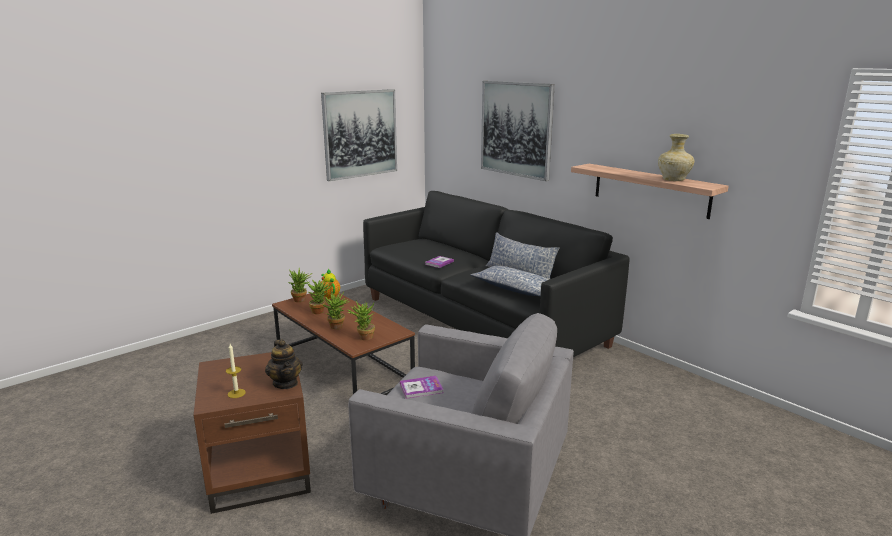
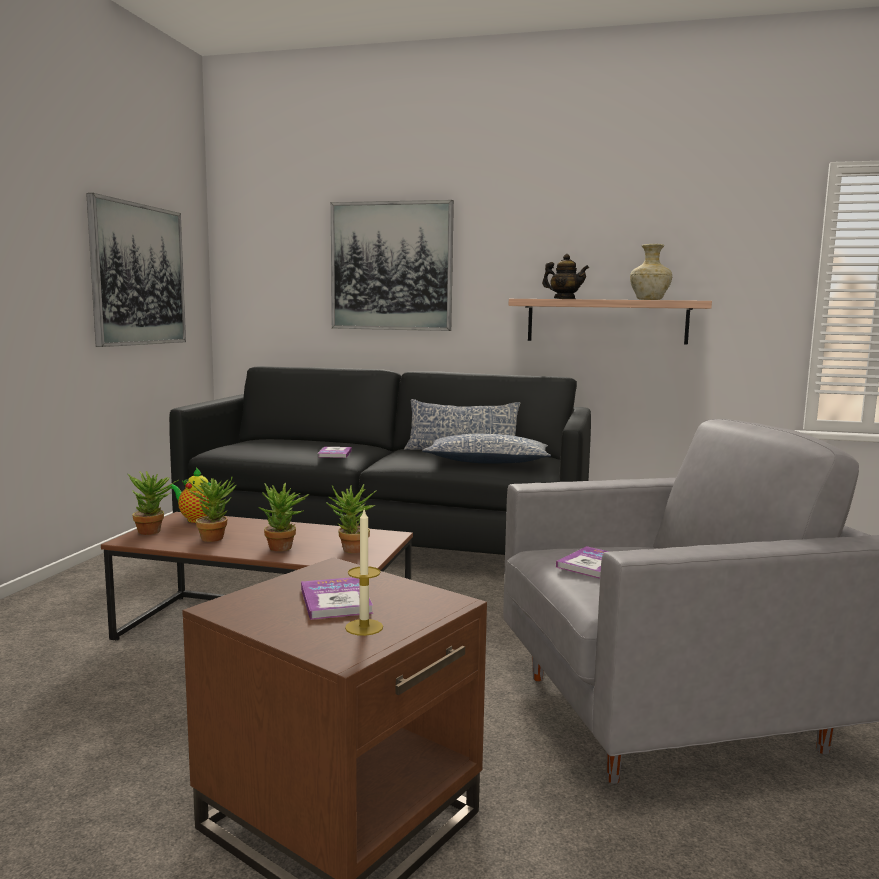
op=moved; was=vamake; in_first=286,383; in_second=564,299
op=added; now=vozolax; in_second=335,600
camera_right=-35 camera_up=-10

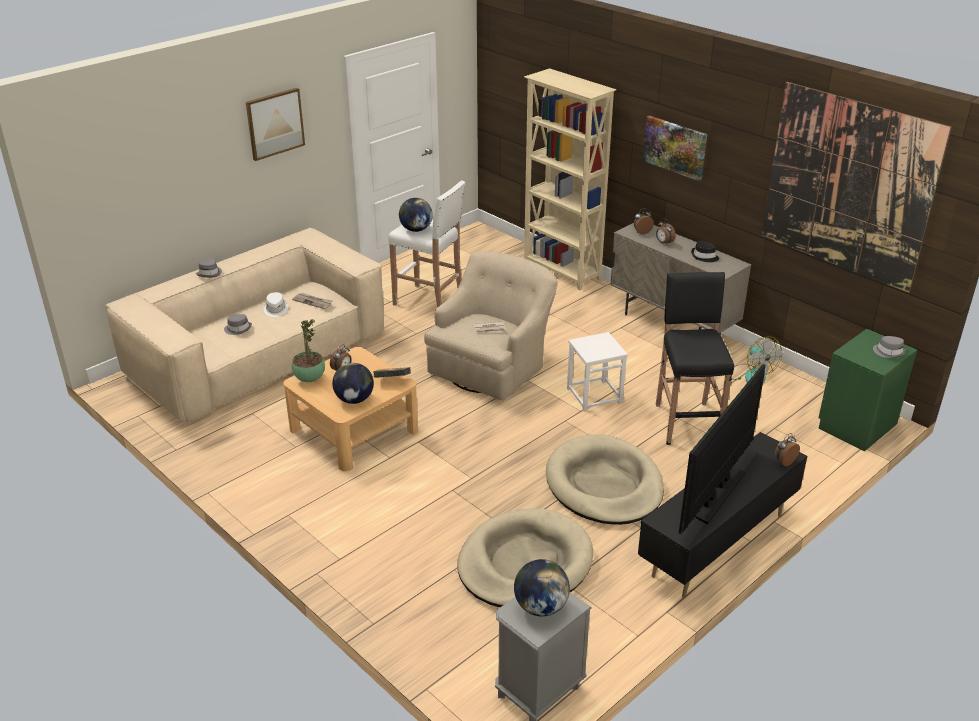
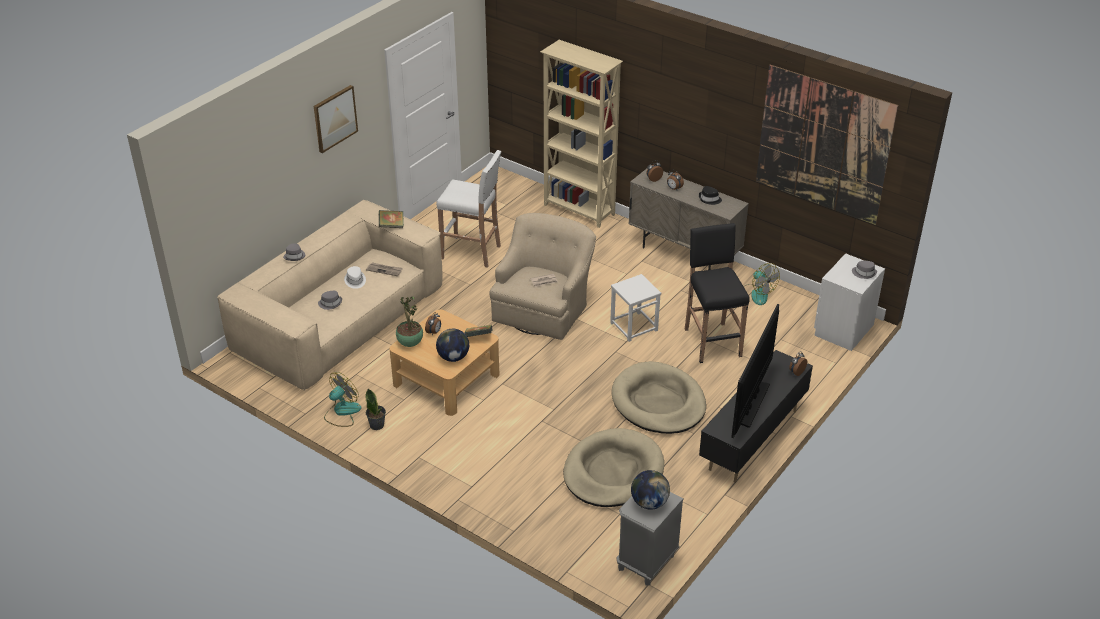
op=removed; was=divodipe; in_first=675,147
op=removed; was=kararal; in_first=416,229
op=recoloured; was=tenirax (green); now=tenirax (white); in_first=856,425; in_second=842,329
op=added; now=vozolax; in_second=391,226
op=added; now=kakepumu; in_second=342,412
op=added; now=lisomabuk; in_second=377,425
camera_right=-10 camera_up=5

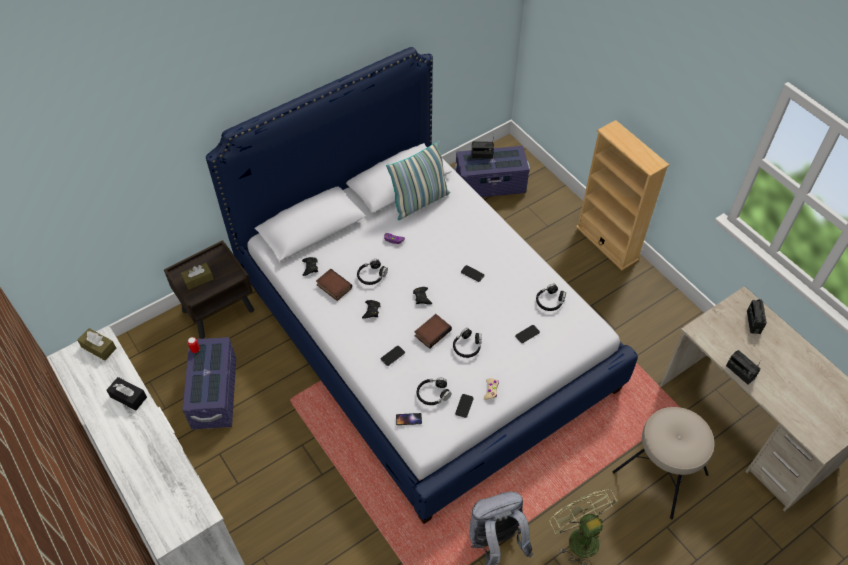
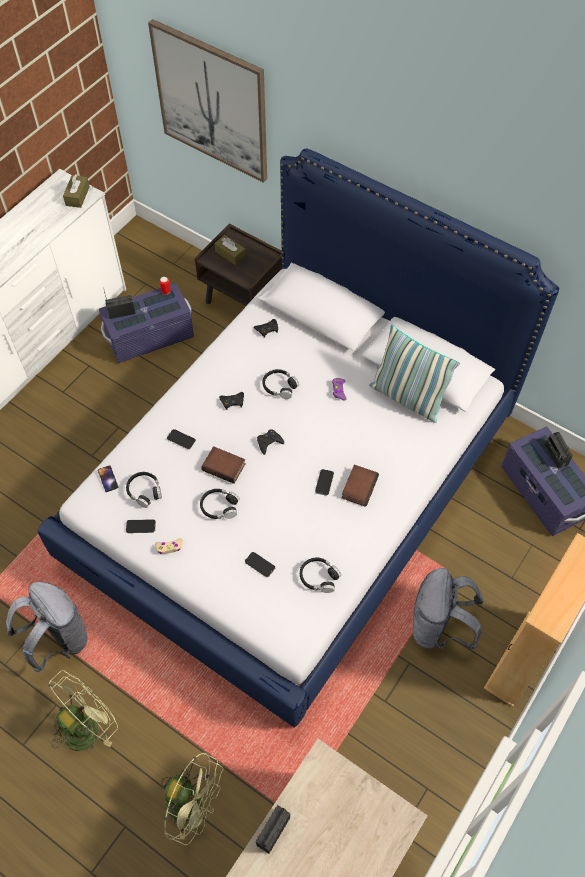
op=moved; was=vozolax; in_first=333,287; in_second=358,486
op=moved; was=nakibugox; in_first=753,322; in_second=121,312
op=removed; was=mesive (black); in_first=128,397
op=replaced; was=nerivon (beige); now=kakepumu (green); in_first=660,474; in_second=193,804
op=added; now=divodipe; in_second=212,102
op=added; now=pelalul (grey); in_second=439,627
camera_right=70 camera_up=5

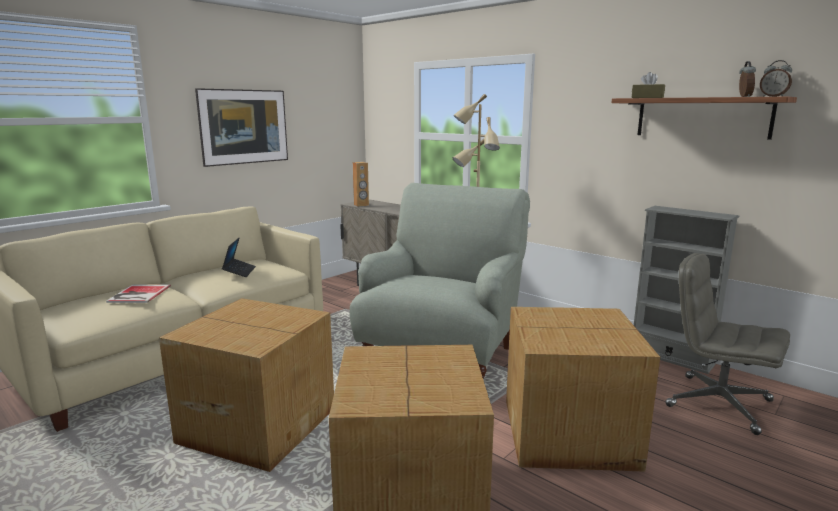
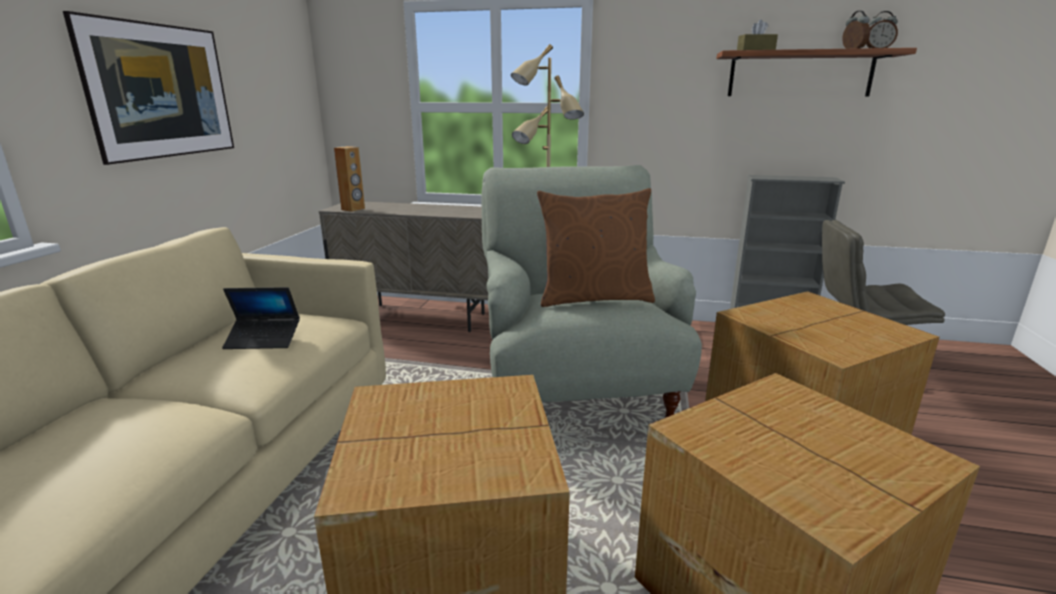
op=turned; was=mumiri; in_first=239,271; in_second=263,340; clockwise=120
op=removed; was=vozolax; in_first=137,294
op=added; now=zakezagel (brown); in_second=594,298
camera_right=-30 camera_up=5

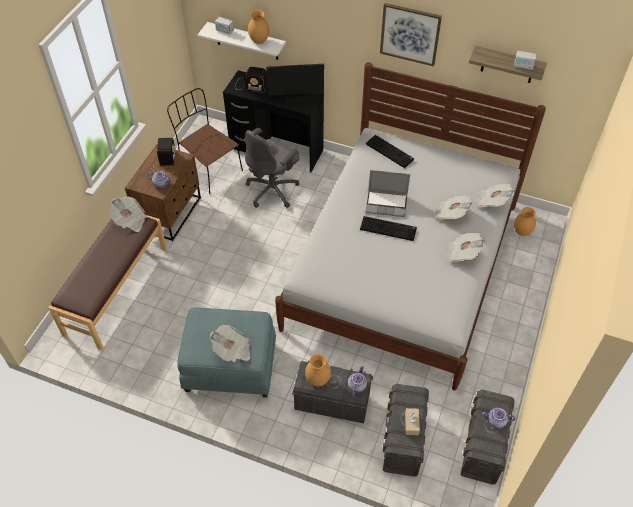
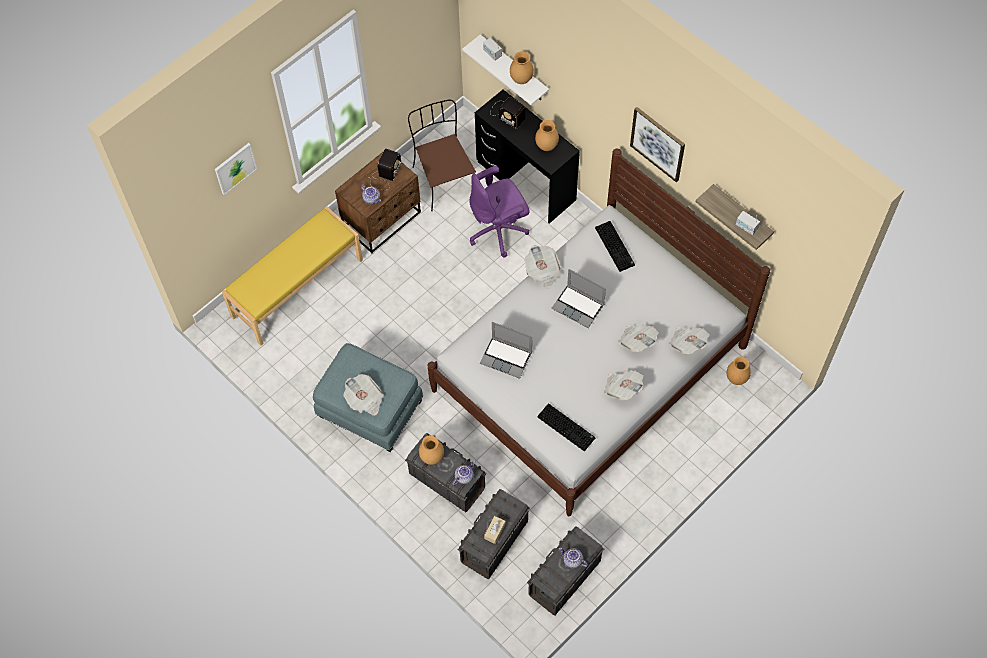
op=replaced; was=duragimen; now=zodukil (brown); in_first=296,97; in_second=547,146
op=recoloured; was=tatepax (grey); now=tatepax (purple); in_first=273,190; in_second=498,231
op=moved; was=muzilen; in_first=130,220; in_second=542,271
op=recoloured; was=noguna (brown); now=noguna (yellow); in_first=116,290; in_second=296,287
op=moved; was=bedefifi; in_first=389,228; in_second=567,427
op=added; now=divodipe; in_second=235,168
op=added; now=mumiri; in_second=507,357
camera_right=25 camera_up=10

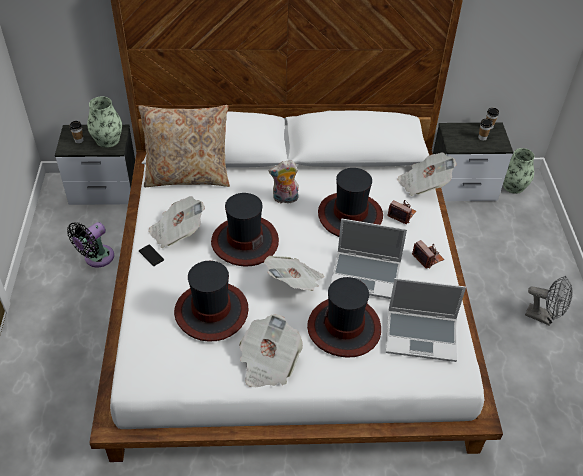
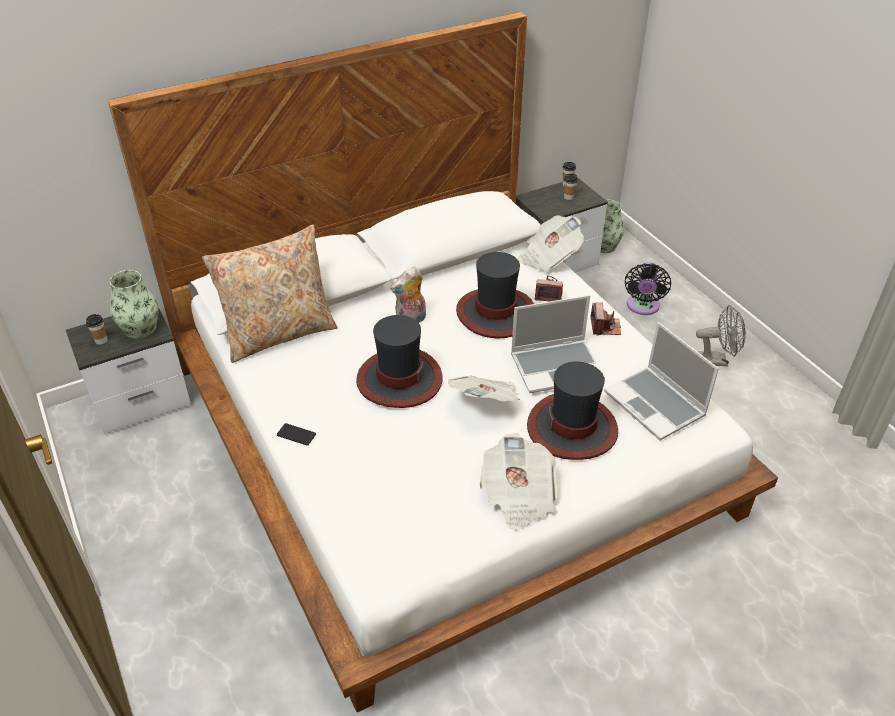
op=removed; was=muzilen; in_first=177,232
op=moved; was=kakepumu (black); in_first=96,258; in_second=642,307
op=turned; was=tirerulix; in_first=427,258; in_second=605,327; clockwise=60
op=removed; was=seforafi; in_first=211,312
op=turned; was=mumiri; in_first=422,335; in_second=656,404; clockwise=75
camera_right=-25 camera_up=-5

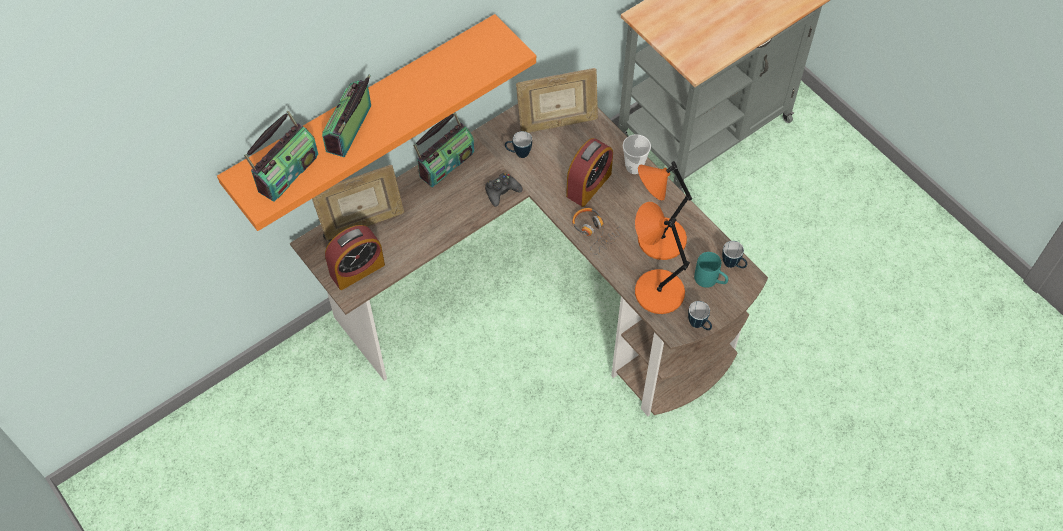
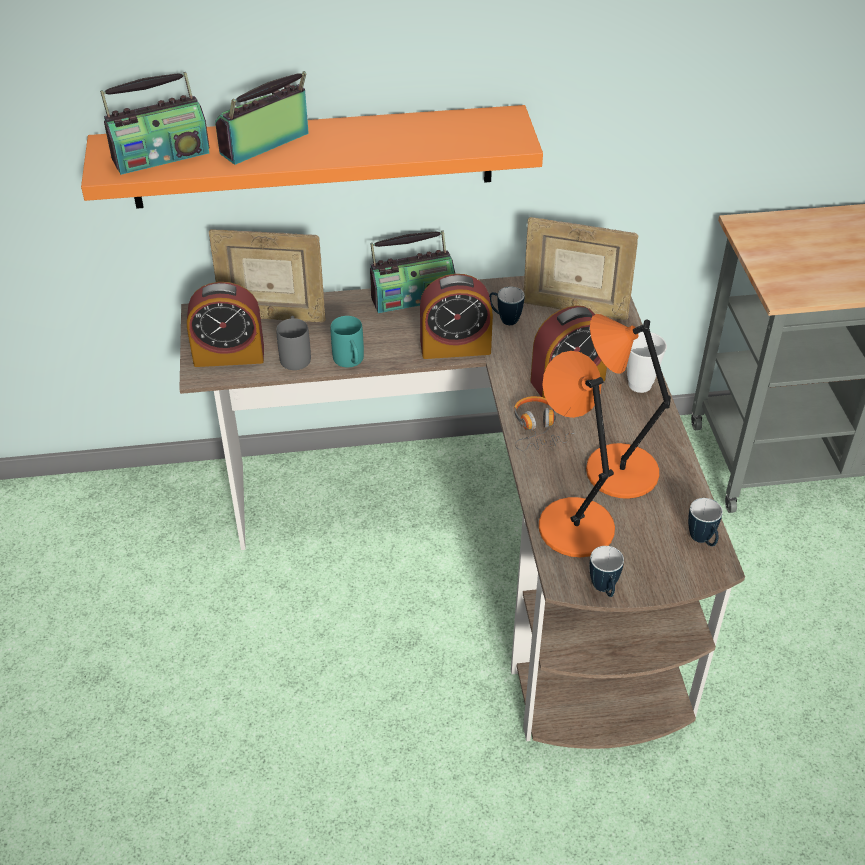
op=replaced; was=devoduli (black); now=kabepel; in_first=502,191; in_second=455,347
op=moved; was=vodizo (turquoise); in_first=710,281; in_second=350,362
op=added; now=vodizo (grey); in_second=295,355
camera_right=30 camera_up=-15

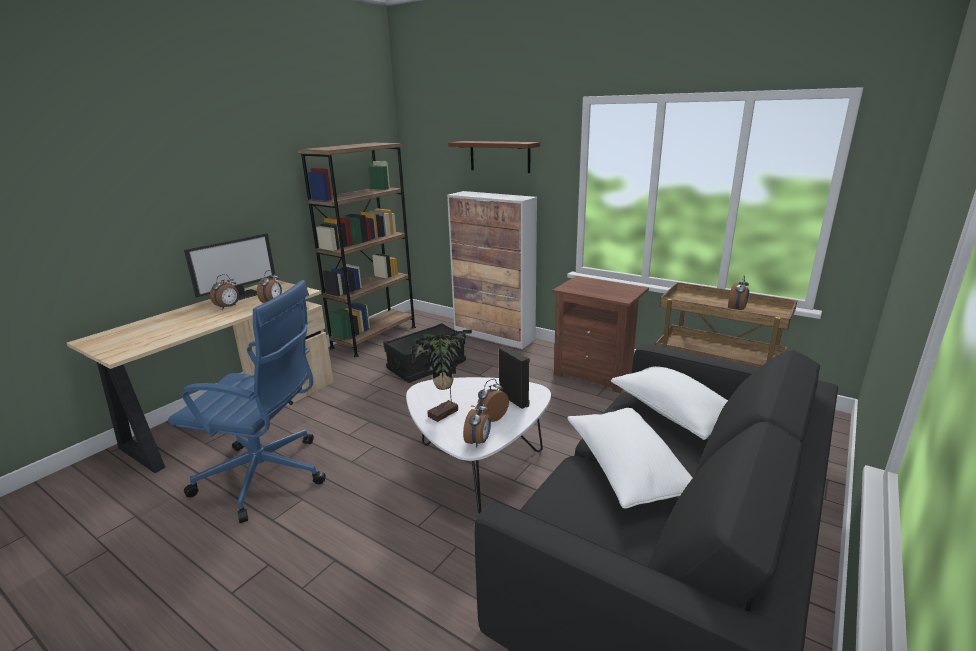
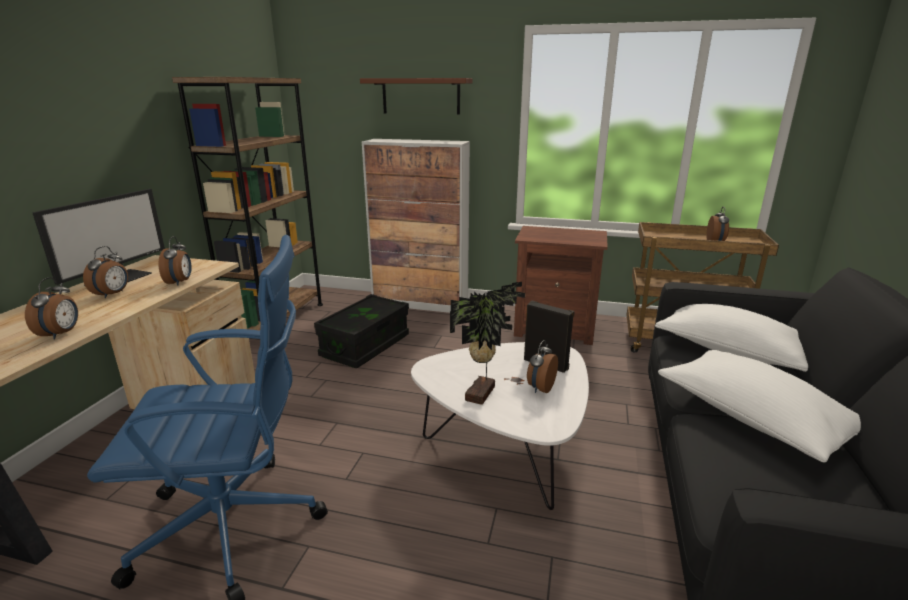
op=moved; was=kabepel; in_first=478,442; in_second=61,334
camera_right=-20 camera_up=0

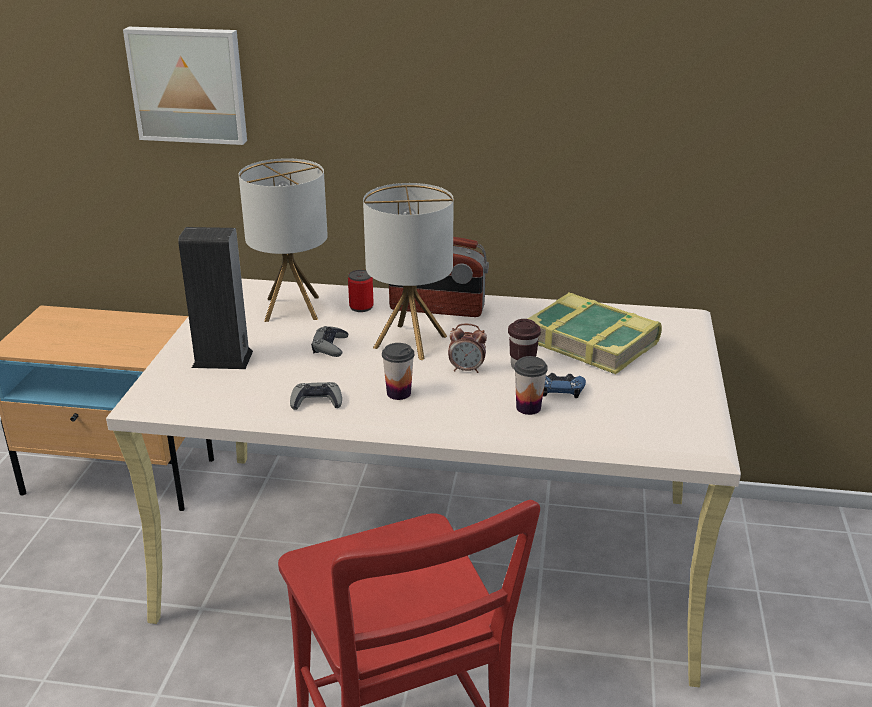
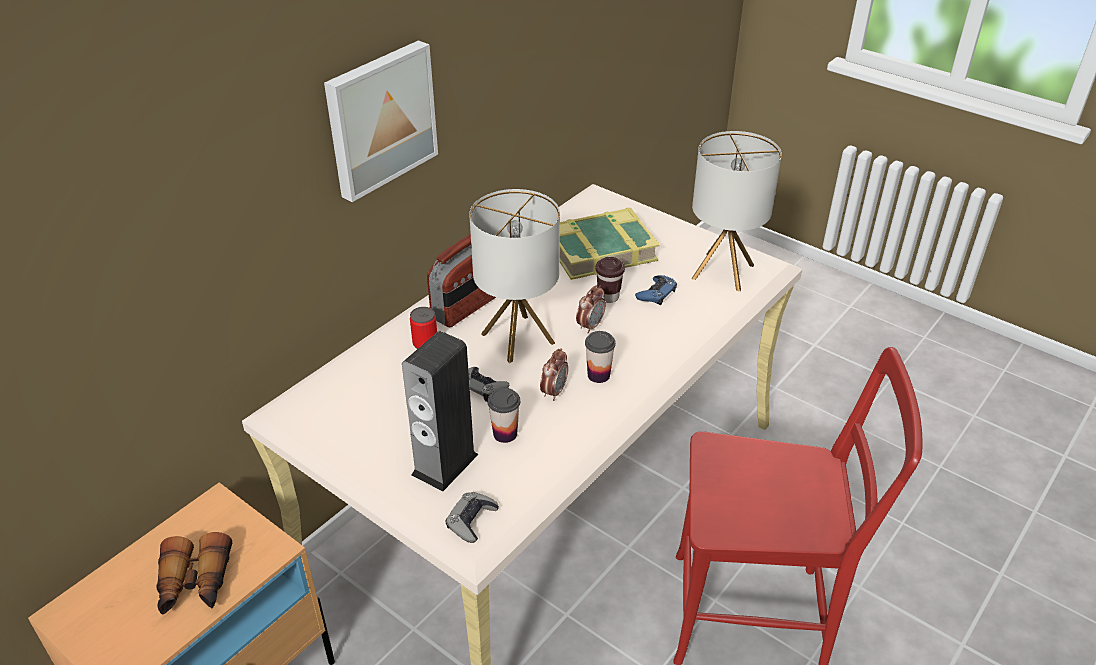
op=moved; was=divodipe; in_first=189,84; in_second=379,118
op=moved; was=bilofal; in_first=291,309; in_second=723,272
op=moved; was=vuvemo; in_first=528,408; in_second=505,434
op=moved; was=devoduli (grey); in_first=316,401; in_second=471,520
op=added; now=kabepel; in_second=554,392
op=added; now=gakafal; in_second=195,584
camera_right=-60 camera_up=10

